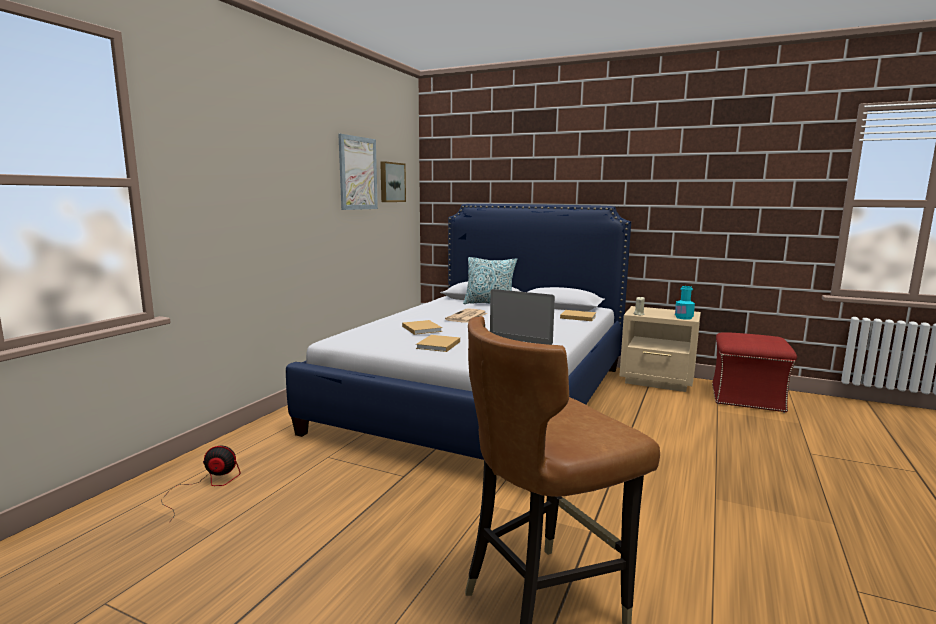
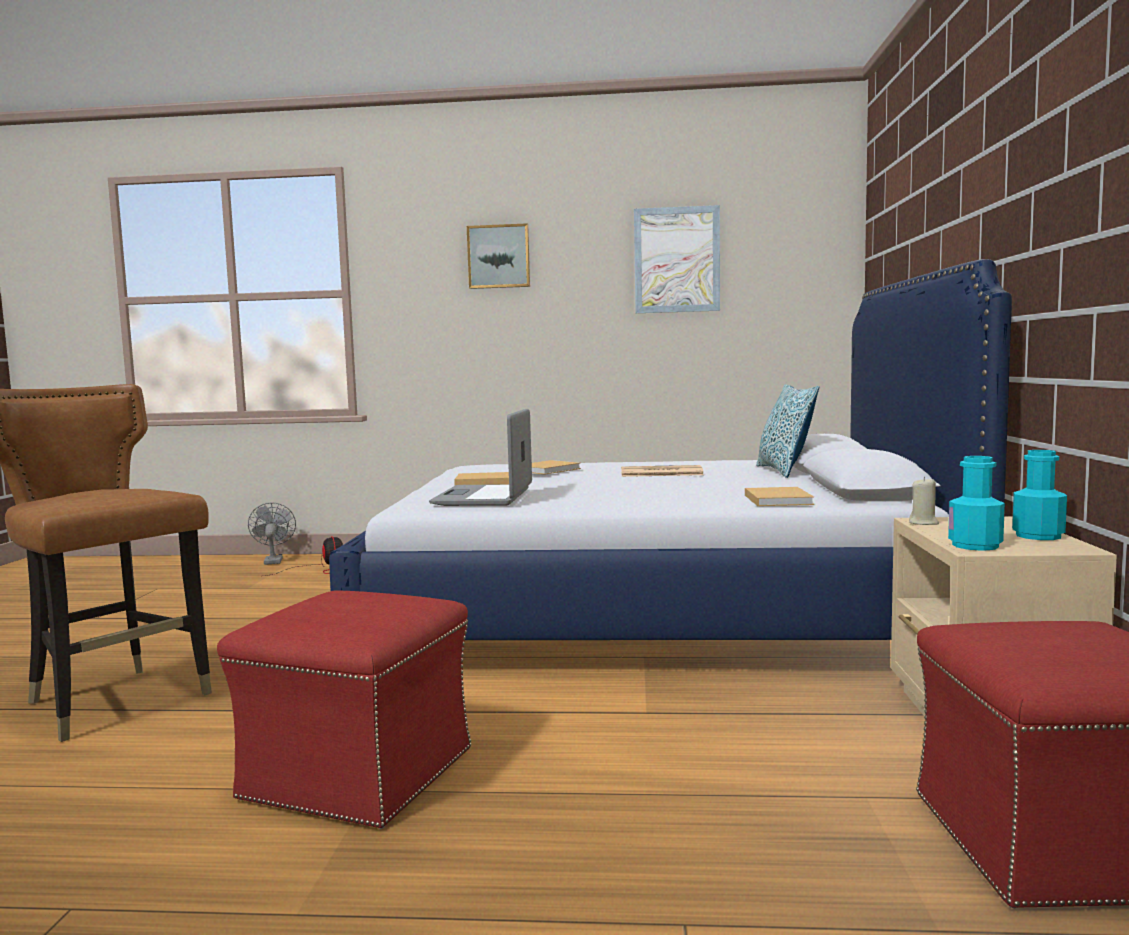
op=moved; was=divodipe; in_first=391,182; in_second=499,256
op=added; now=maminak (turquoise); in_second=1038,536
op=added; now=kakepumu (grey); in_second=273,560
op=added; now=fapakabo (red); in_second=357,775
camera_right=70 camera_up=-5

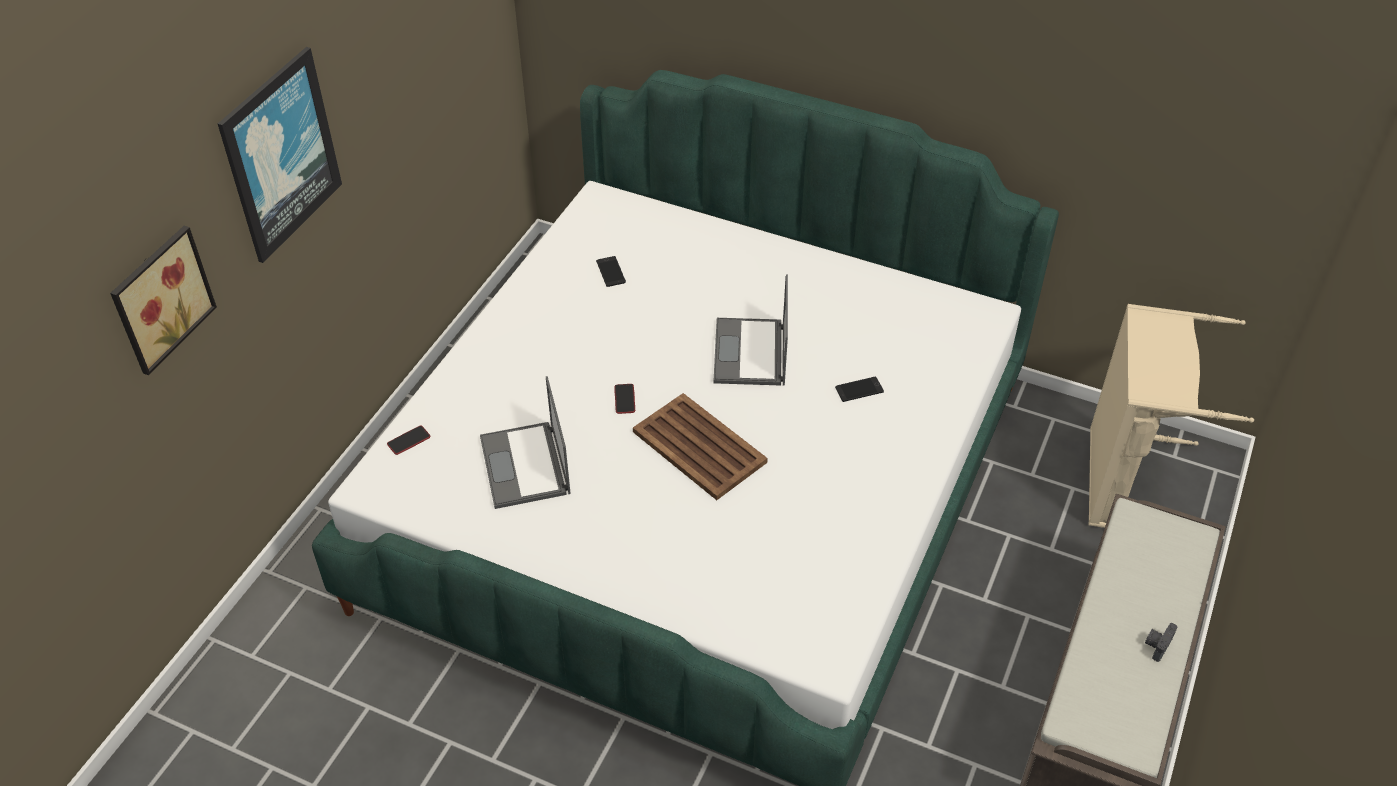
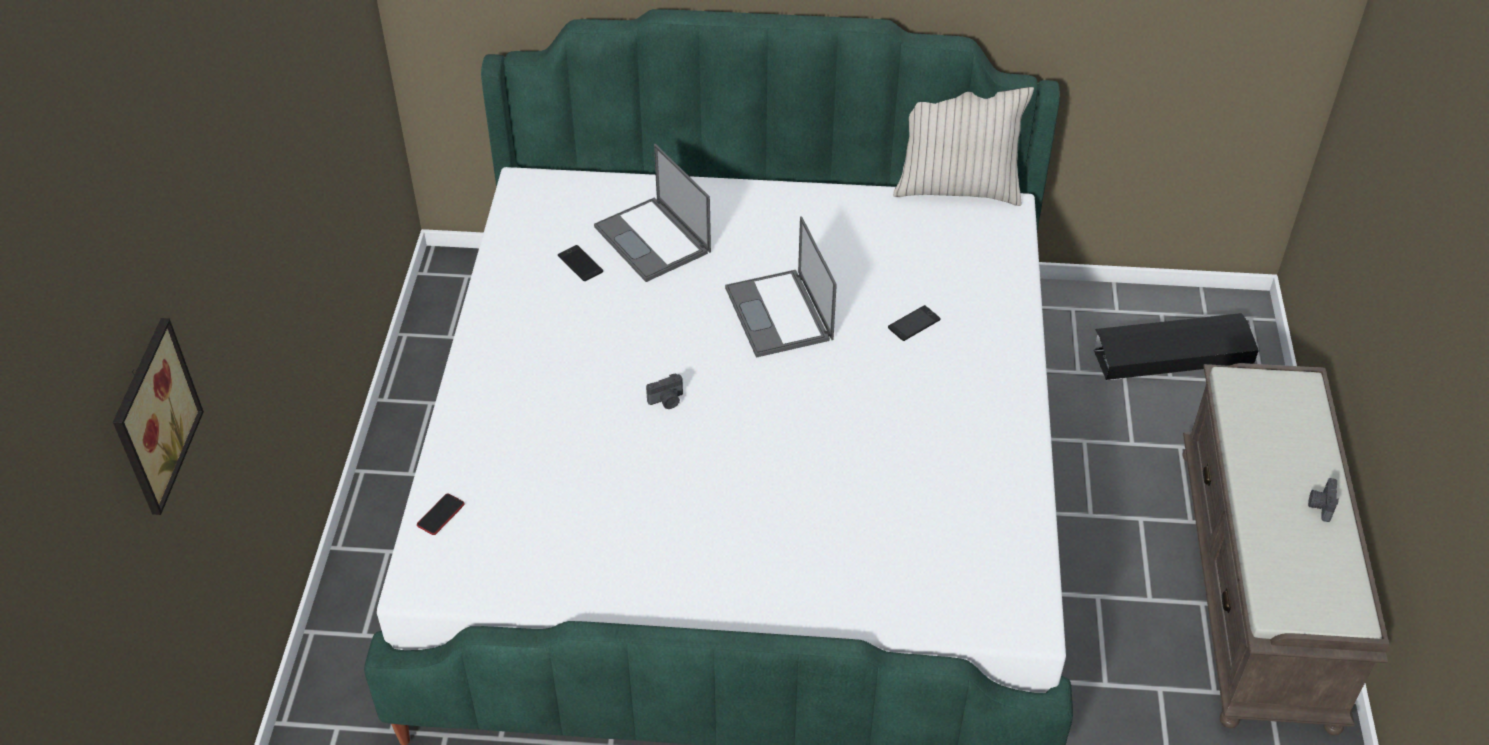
op=removed; was=divodipe; in_first=280,154
op=replaced; was=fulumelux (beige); now=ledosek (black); in_first=1125,481; in_second=1171,354
op=moved; was=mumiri; in_first=525,466; in_second=653,240
op=replaced; was=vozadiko; now=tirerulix; in_first=624,399; in_second=667,401
op=removed; was=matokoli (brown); in_first=700,448
op=added; now=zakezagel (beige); in_second=957,188
camera_right=-20 camera_up=0

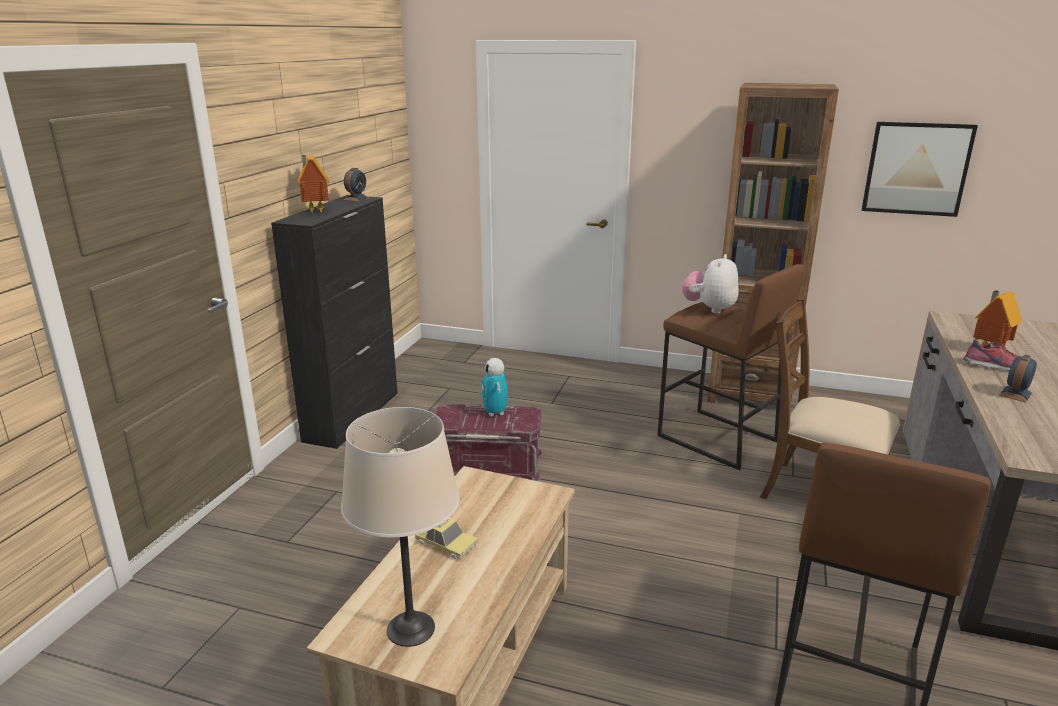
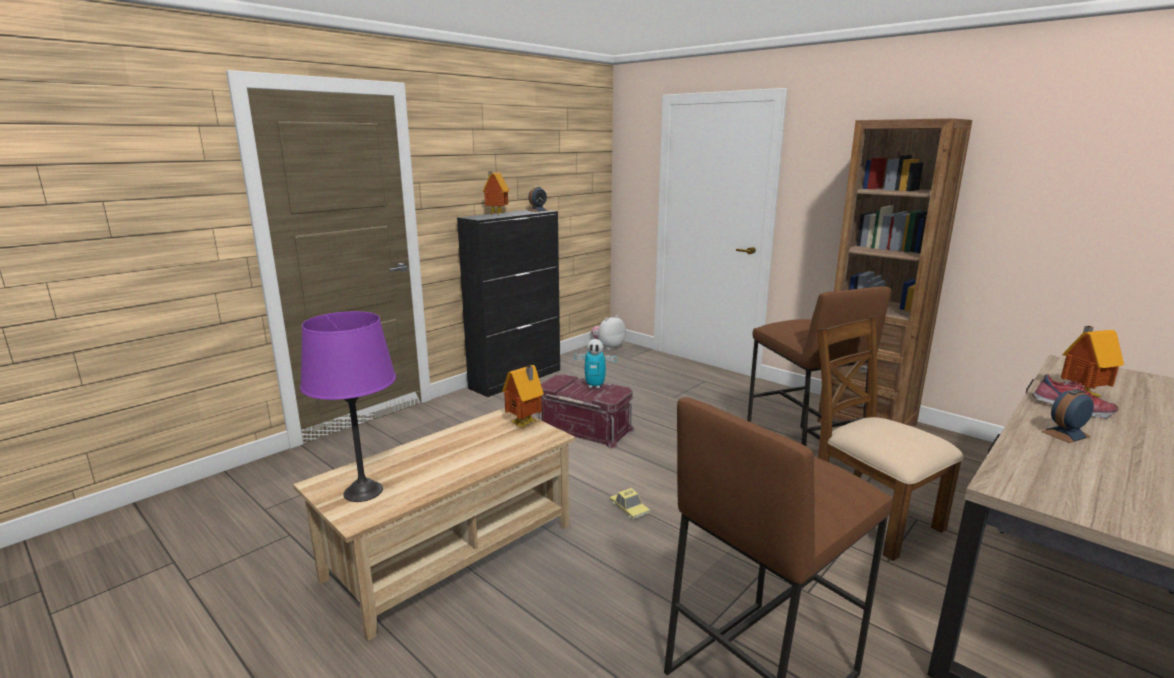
op=removed; was=divodipe; in_first=916,169
op=moved; was=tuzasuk; in_first=709,309; in_second=608,347
op=turned; was=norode; in_first=495,413; in_second=595,386; clockwise=-90
op=recoloured; was=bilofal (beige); now=bilofal (purple); in_first=410,629; in_second=363,491
op=moved; was=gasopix; in_first=446,543; in_second=629,508
op=added; now=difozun; in_second=525,424
camera_right=25 camera_up=-5

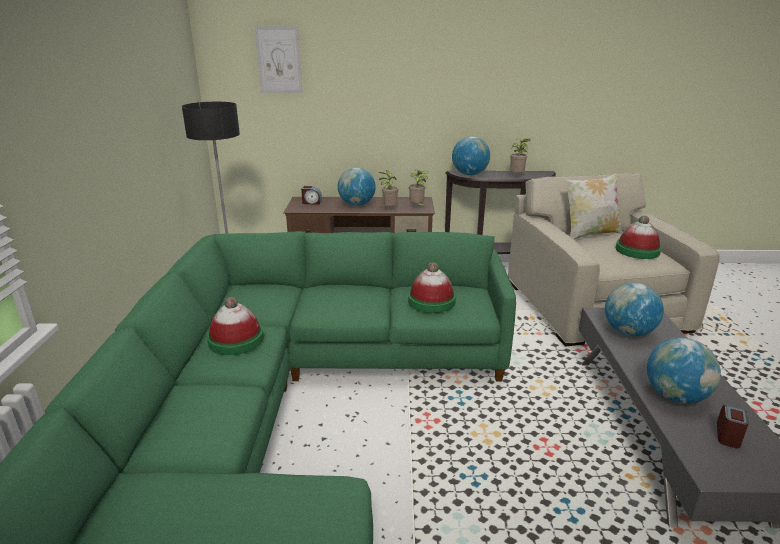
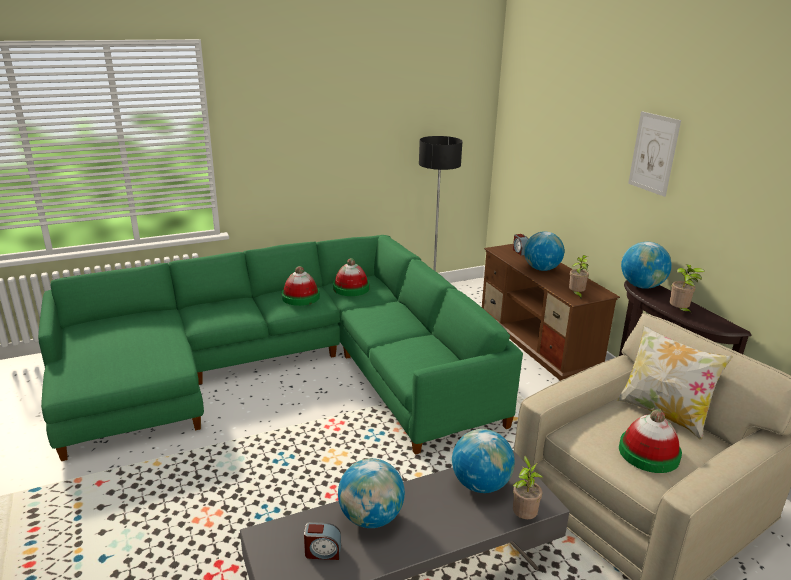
op=moved; was=divodipe; in_first=279,60; in_second=653,153
op=moved; was=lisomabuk; in_first=388,209; in_second=523,517
op=moved; was=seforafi; in_first=431,301; in_second=351,288
camera_right=65 camera_up=0

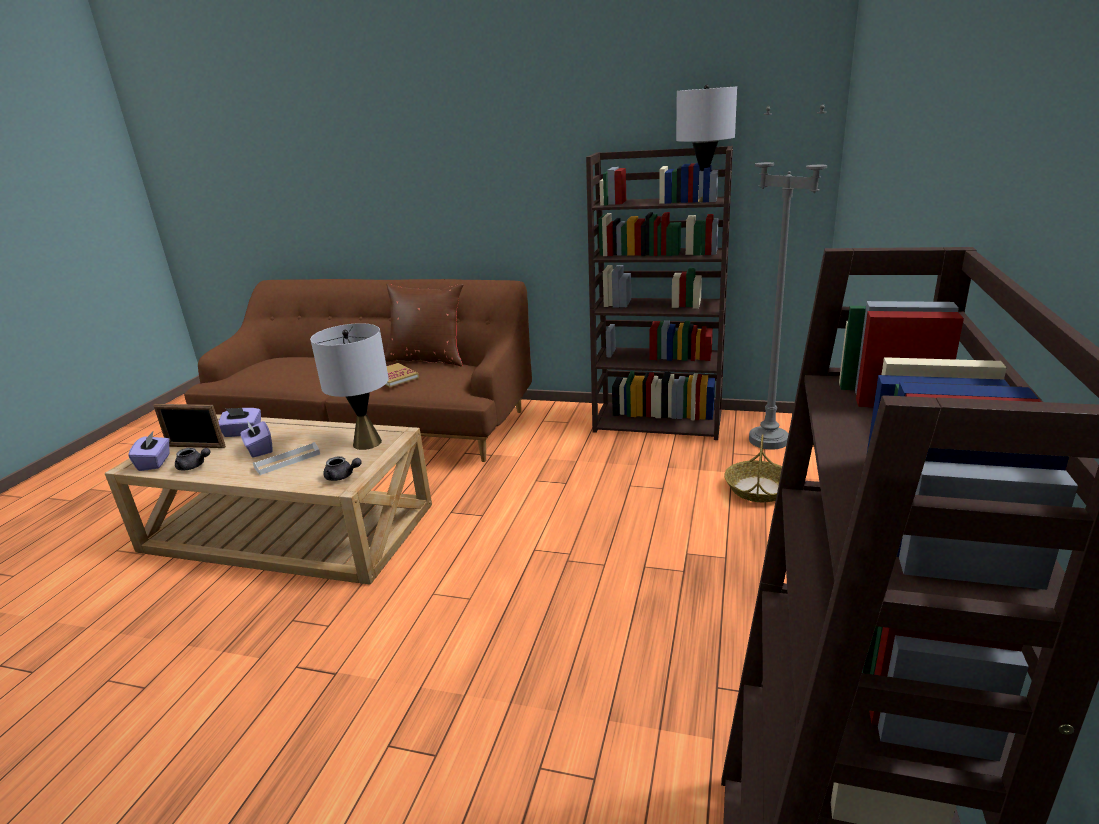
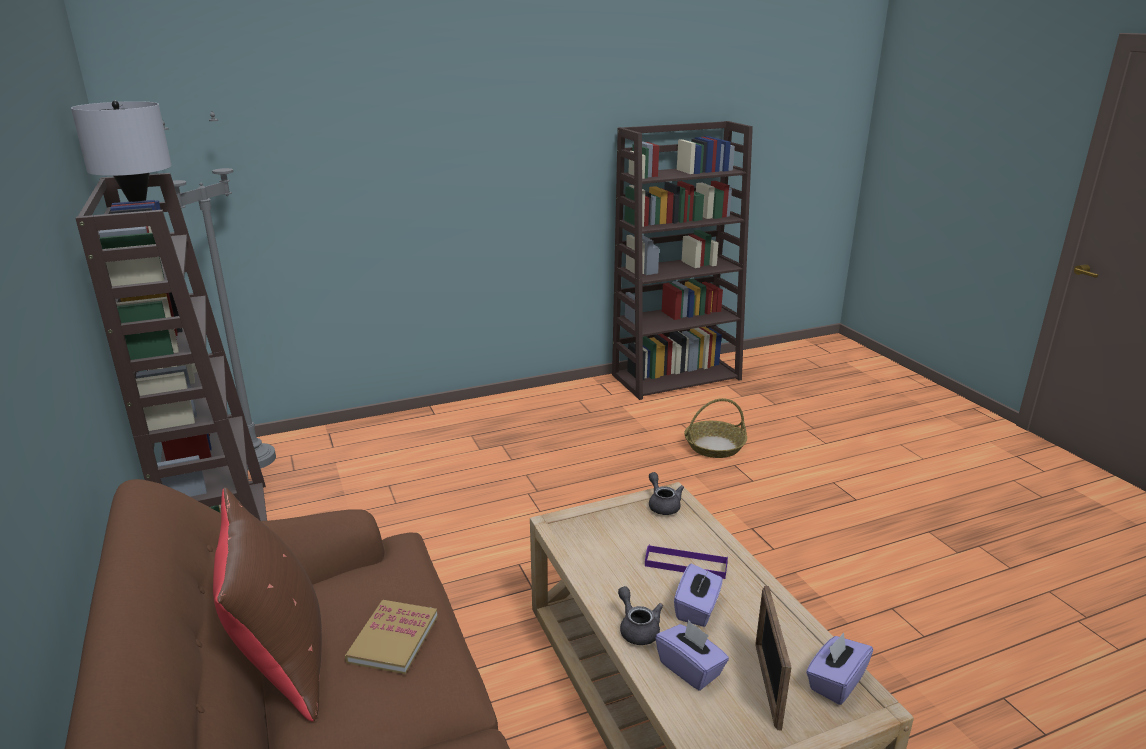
op=removed; was=bilofal (grey); in_first=367,443
op=turned; was=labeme; in_first=196,447; in_second=767,684; clockwise=-150
op=moved; was=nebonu; in_first=758,489; in_second=714,446
op=recoloured; was=matokoli (white); now=matokoli (purple); in_first=287,461; in_second=686,564
op=moved; was=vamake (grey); in_first=194,466; in_second=637,628
camera_right=-130 camera_up=0

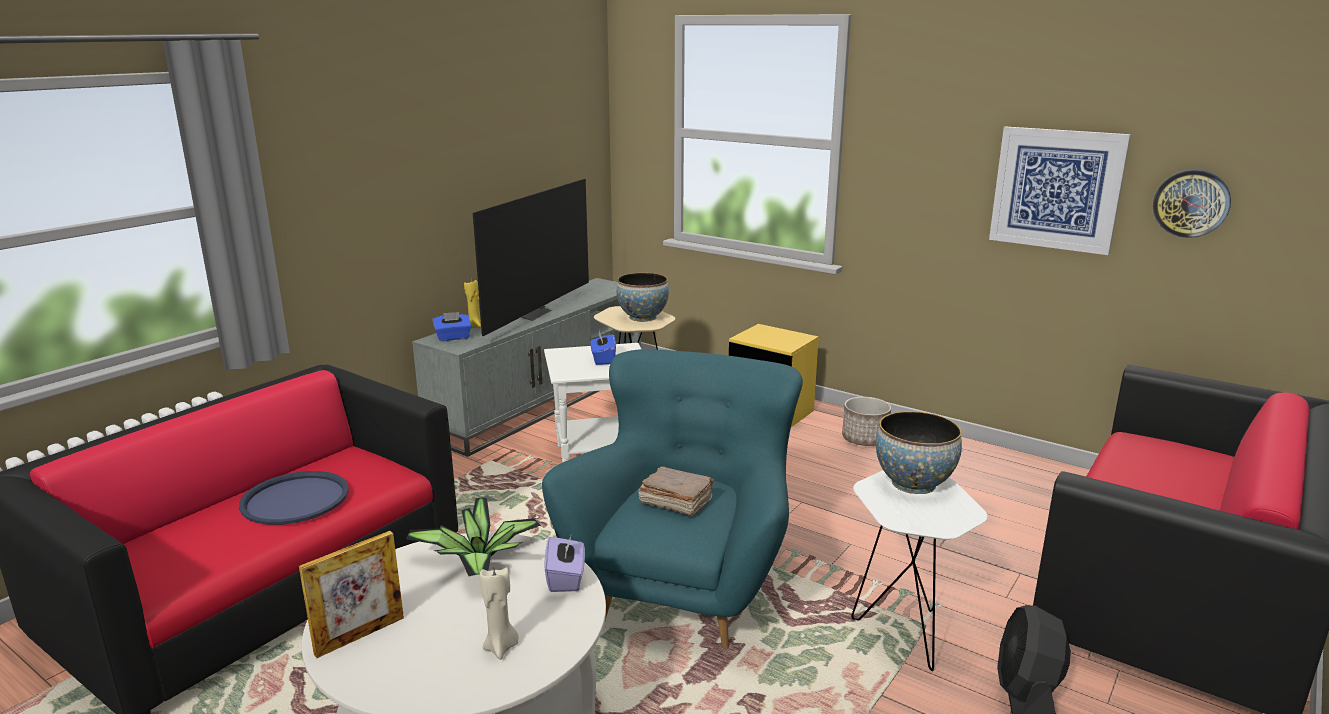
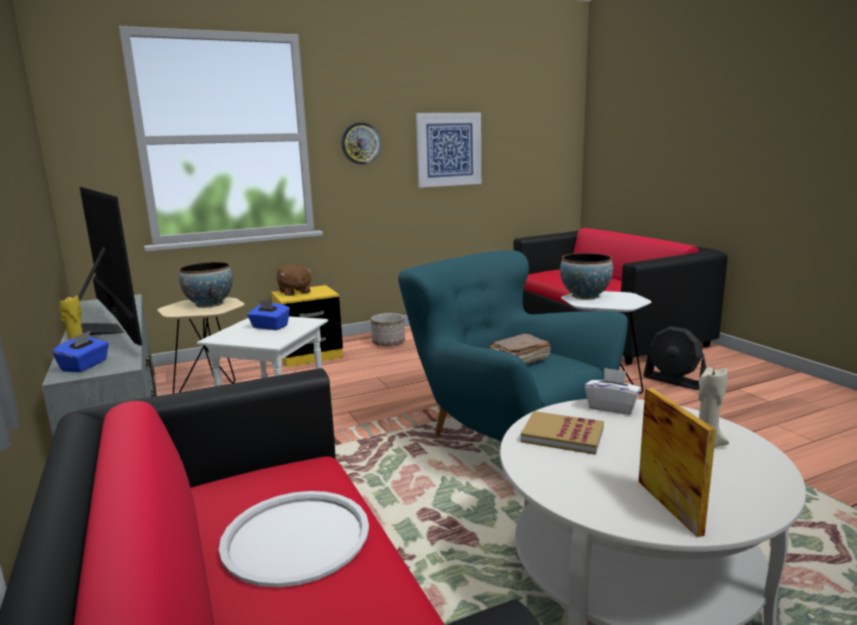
op=moved; was=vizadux; in_first=1191,203; in_second=360,143
op=recoloured; was=matokoli (blue); now=matokoli (white); in_first=295,499; in_second=295,538
op=replaced; was=lisomabuk; now=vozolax; in_first=479,561; in_second=562,435
op=recoloured; was=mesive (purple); now=mesive (white); in_first=566,578; in_second=612,407
op=added; now=tuzasuk (brown); in_second=294,292
camera_right=-60 camera_up=-5

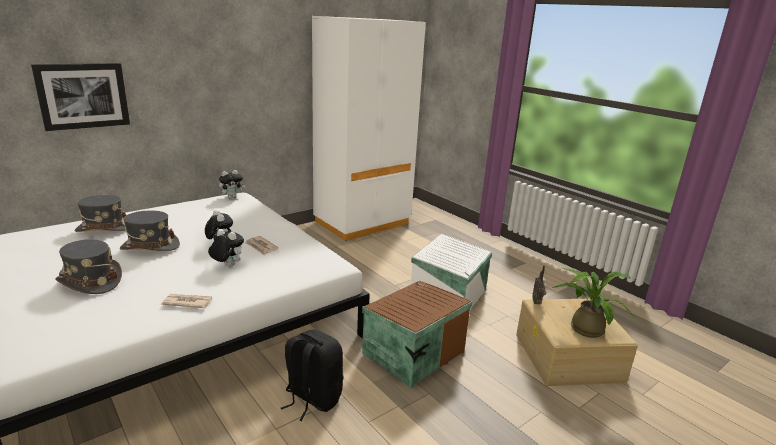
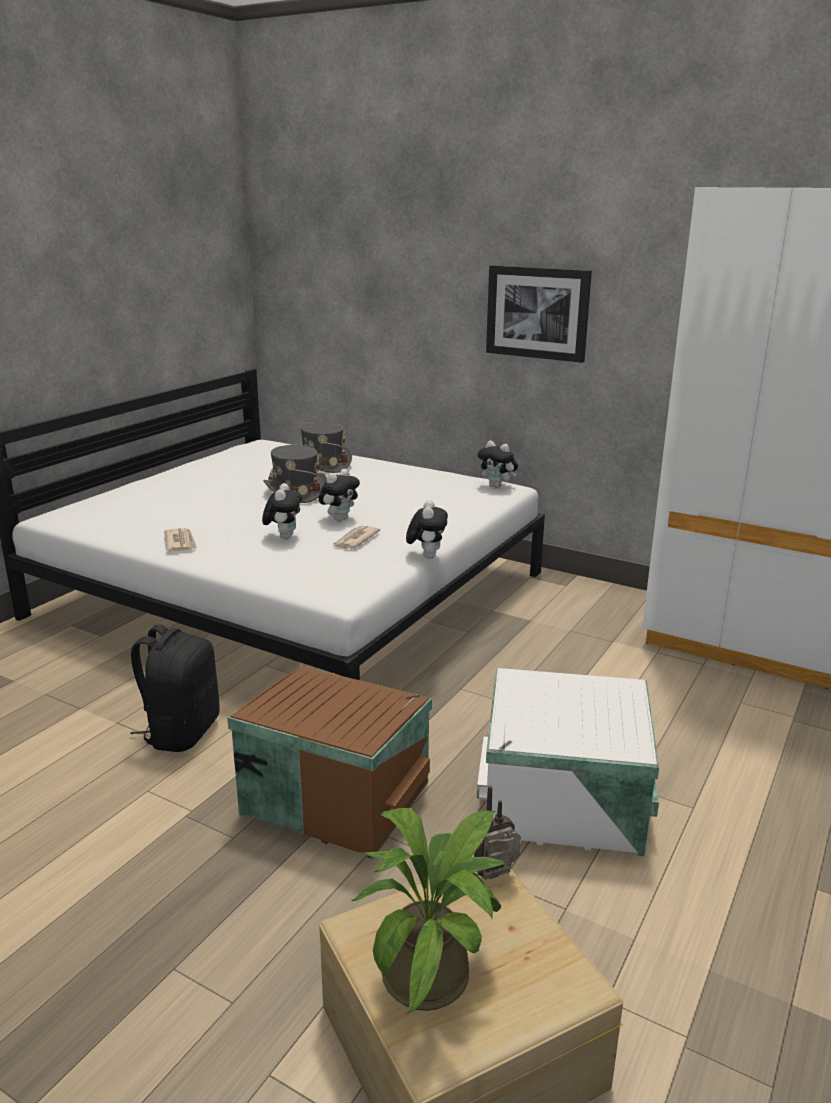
op=moved; was=divodipe; in_first=83,96; in_second=537,313
op=removed; was=seforafi (grey); in_first=90,282
op=added; now=tuzasuk; in_second=427,556
camera_right=70 camera_up=0

